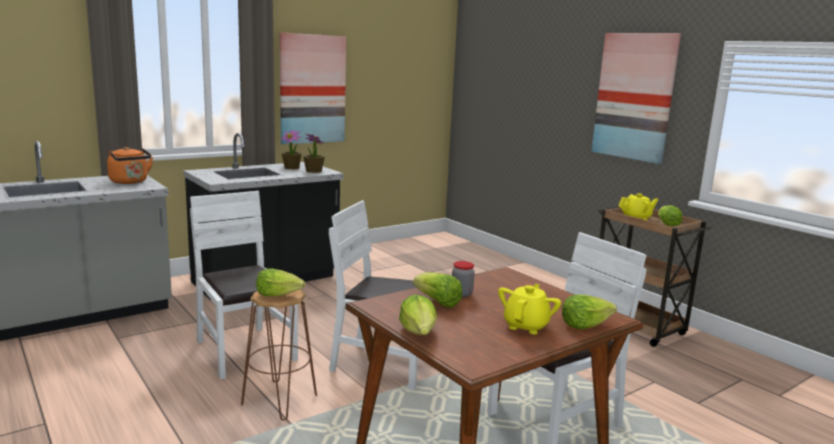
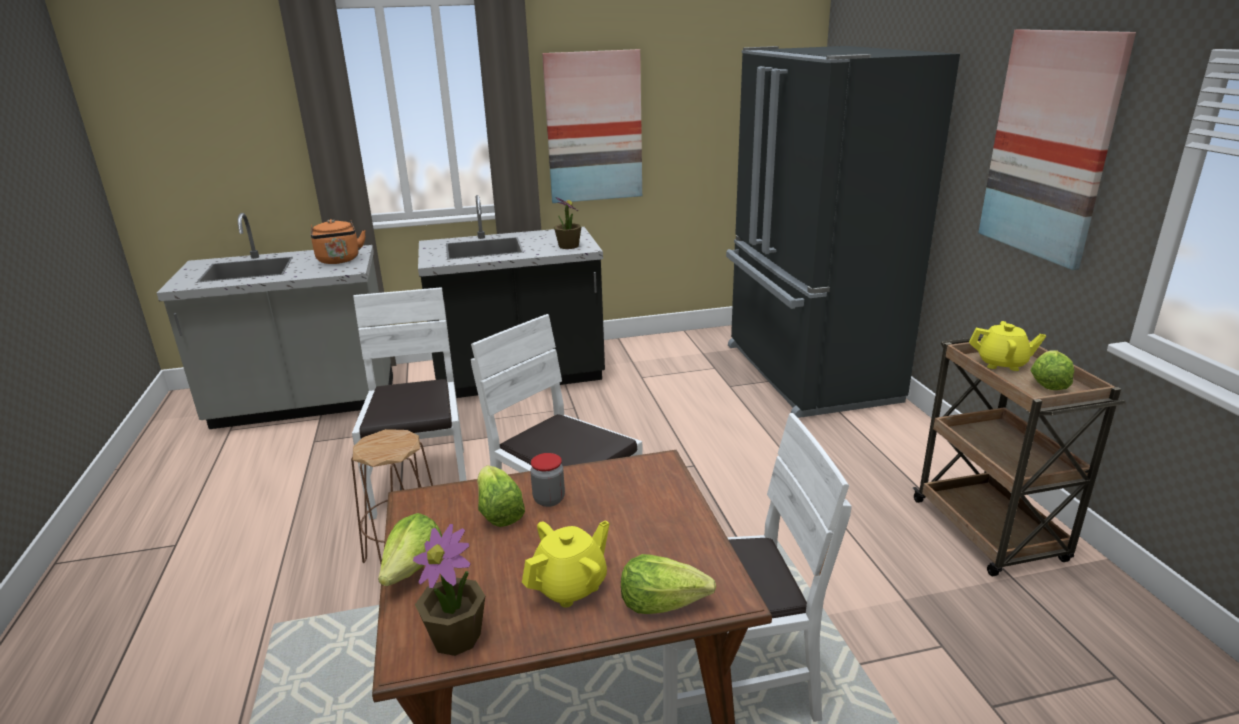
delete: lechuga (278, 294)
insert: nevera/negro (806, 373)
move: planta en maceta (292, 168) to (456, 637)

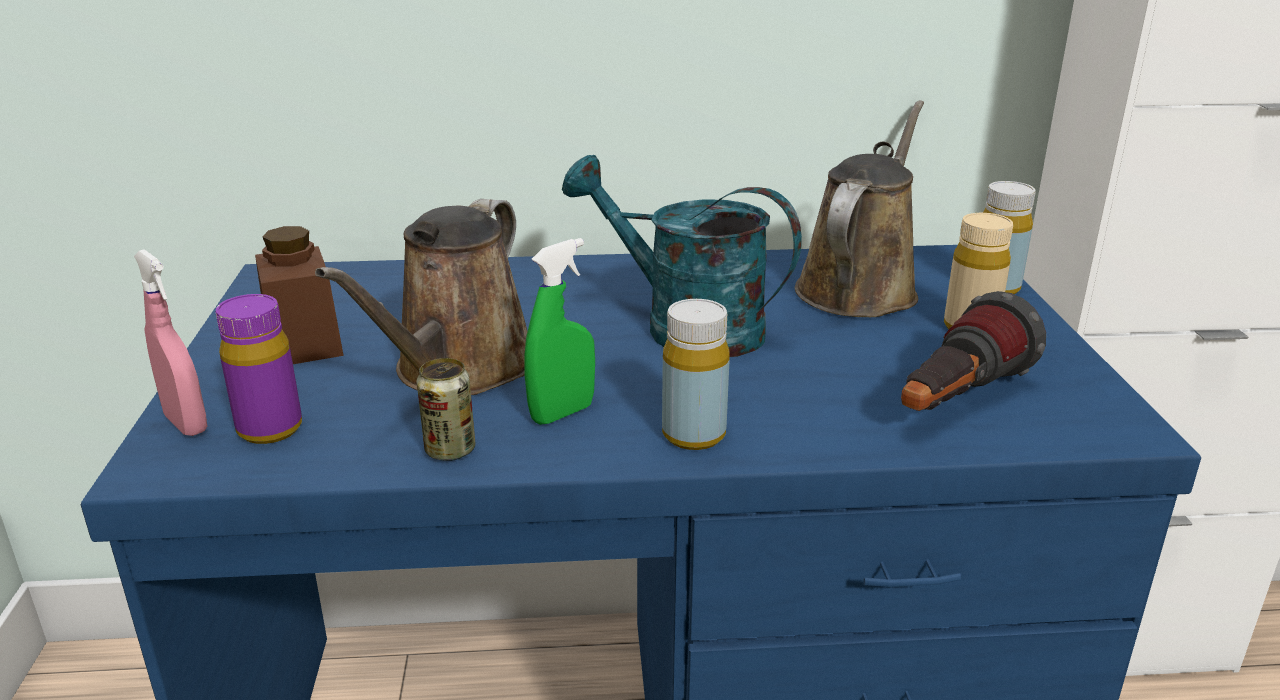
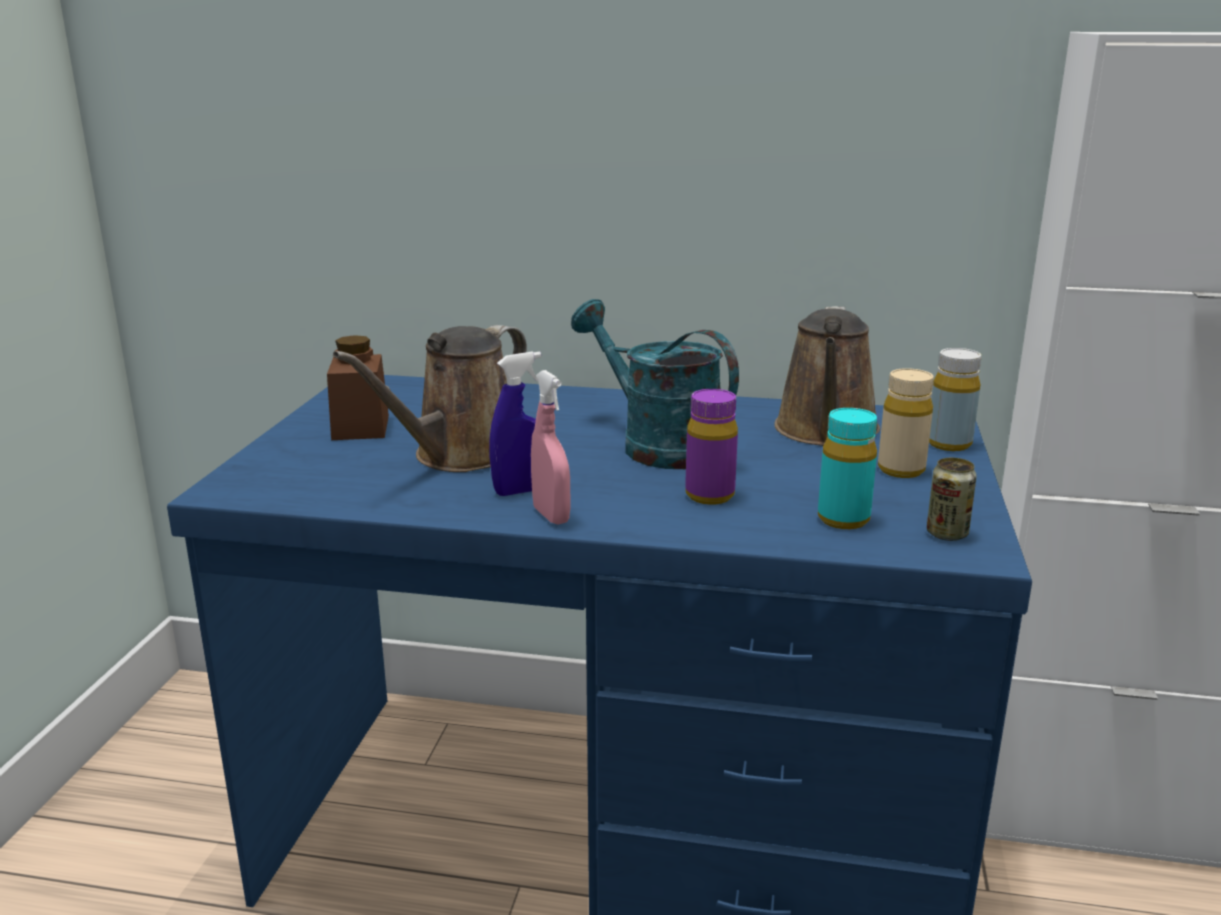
delete: botella/amarillo (693, 435)
move: pulverizador/rosa (186, 424) to (551, 516); botella/morado (270, 429) to (709, 495); lata (450, 450) to (946, 534)
replace: linterna (956, 403) to botella/turquesa (843, 519)
recolor: pulverizador/verde (562, 413) to pulverizador/azul (521, 491)
rotate: regadera/marrón (860, 287) = (826, 432) 150 degrees clockwise

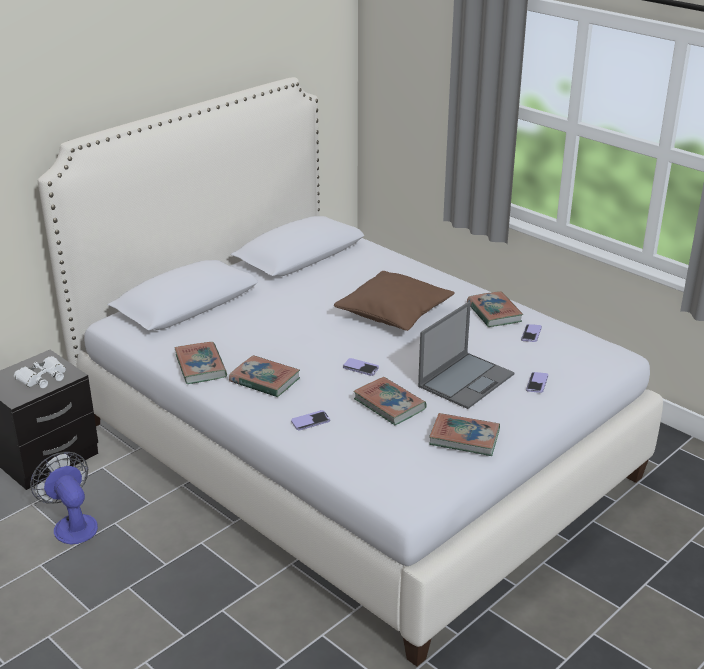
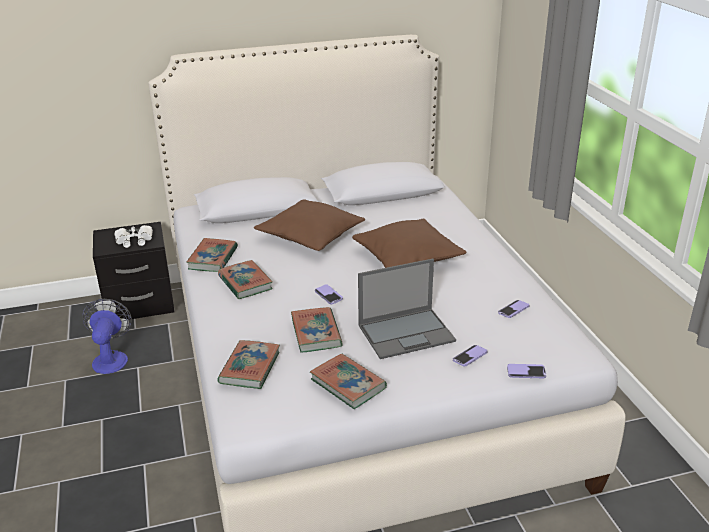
insert: cojín/marrón (310, 236)
move: móvil (310, 421) to (526, 372); libro (494, 313) to (250, 368)

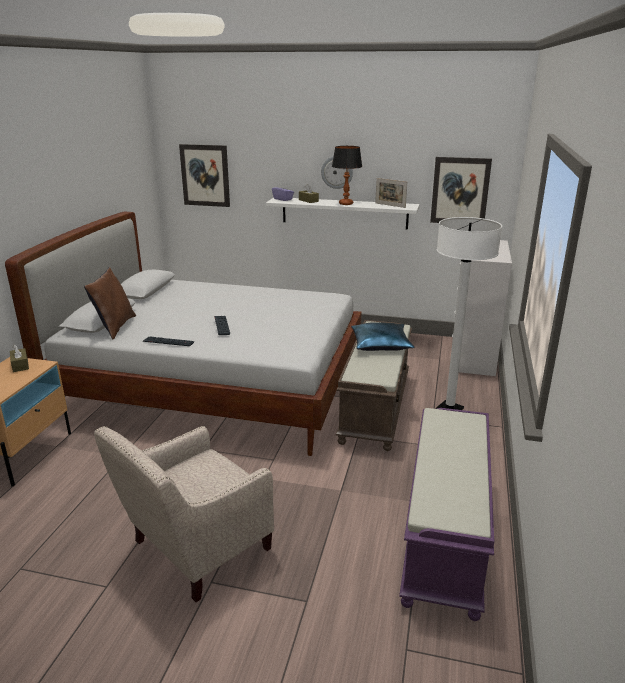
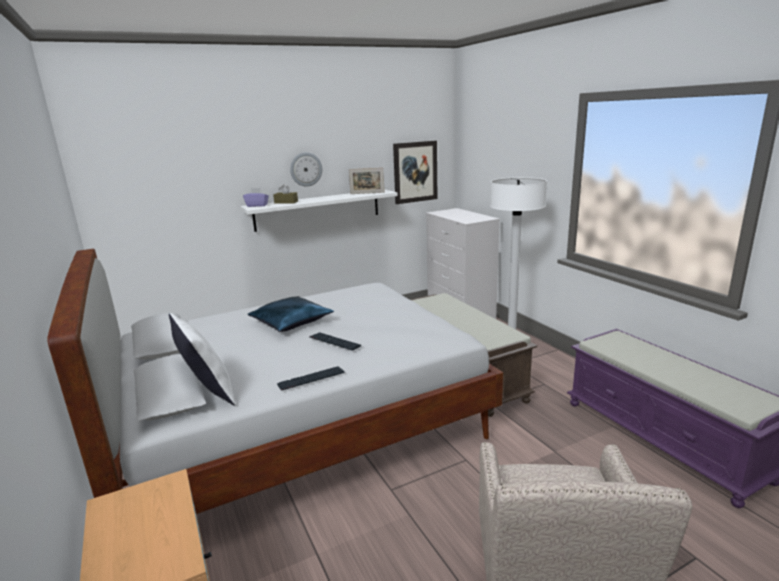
delete: caja de pañuelos/marrón (20, 365); cuadro (205, 175); lámpara de mesa (345, 203)
move: cojín/azul (380, 344) to (290, 321)
recolor: cojín/marrón (115, 327) to cojín/blanco (207, 392)

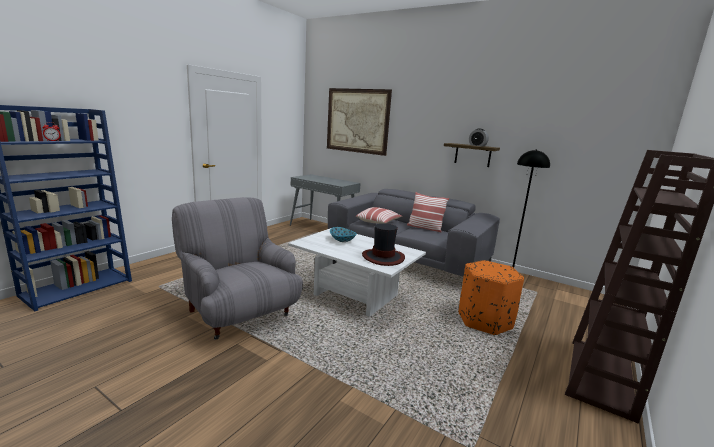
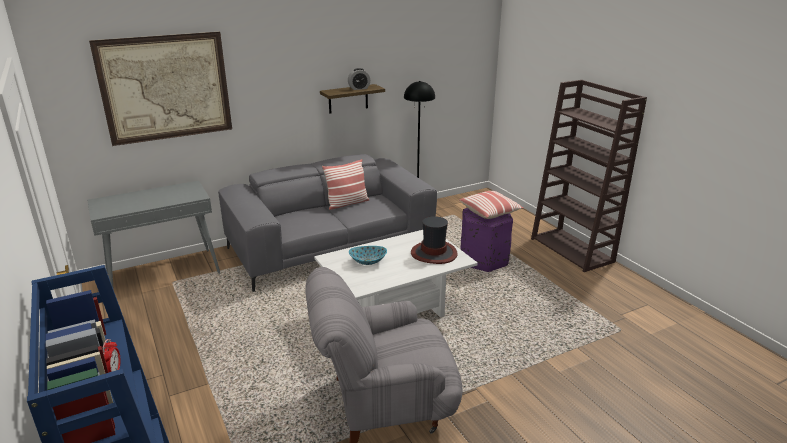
move: cojín (378, 222) to (490, 212)
recolor: puf/naranja (484, 321) to puf/morado (483, 260)

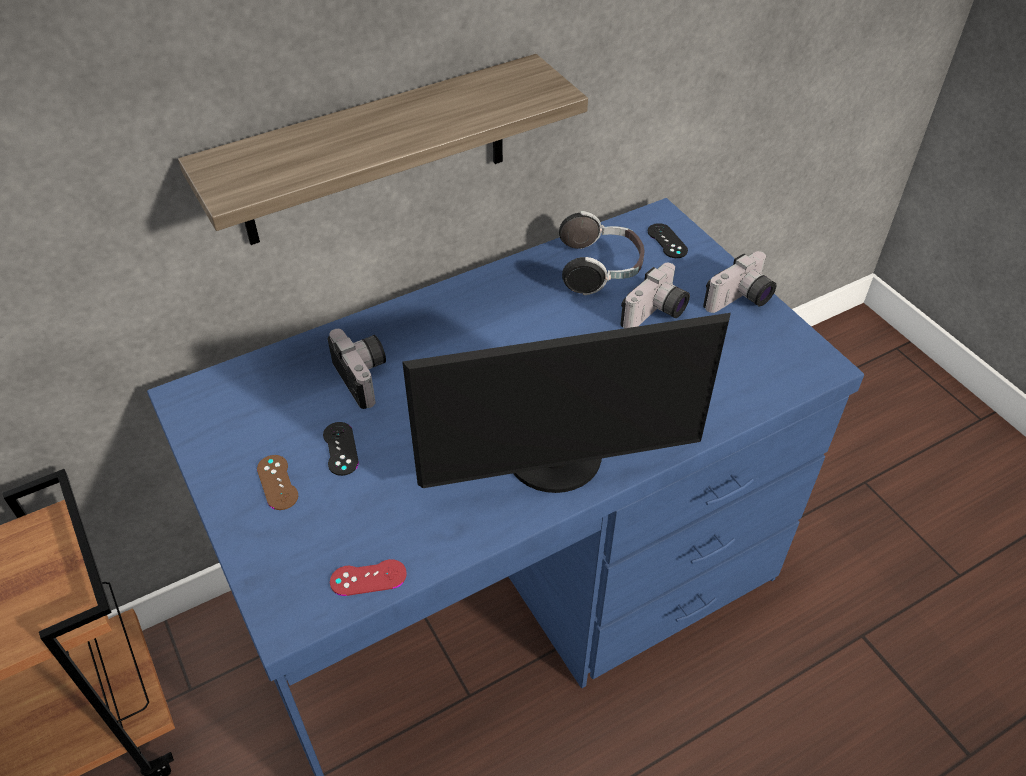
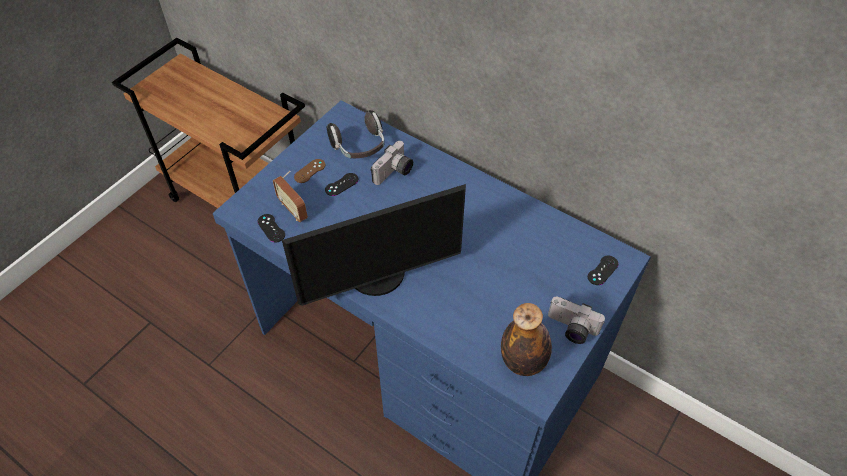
delete: estante (375, 152); cámara (656, 314)
insert: radio (293, 210); botella (523, 361)
move: auriculares (600, 269) to (359, 147)
recolor: mando de consola/rojo (368, 578) to mando de consola/negro (271, 228)
rotate: monitor (557, 462) = (378, 277) 75 degrees counterclockwise

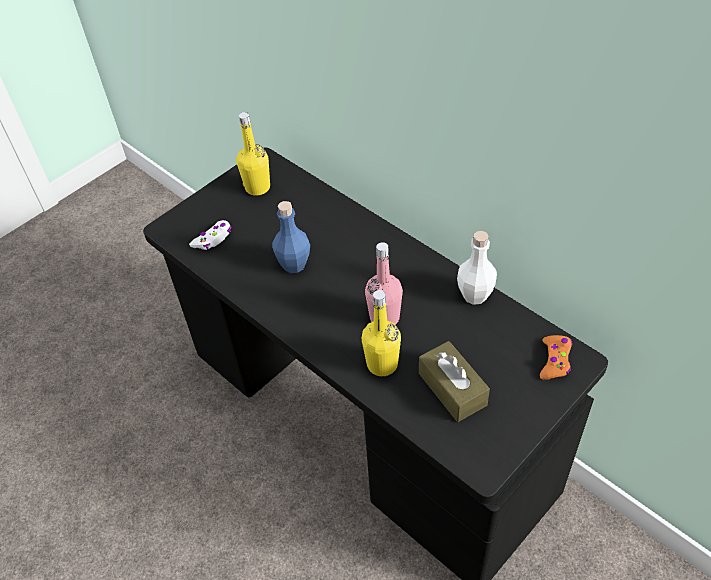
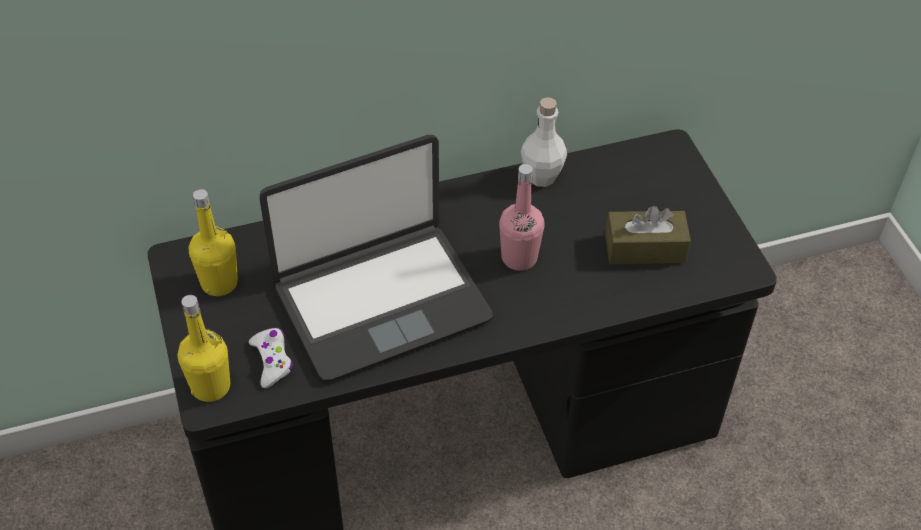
delete: mando de consola/naranja (555, 361)
move: botella/amarillo (382, 364) to (211, 386)
replace: botella/azul (294, 264) to portátil (381, 300)

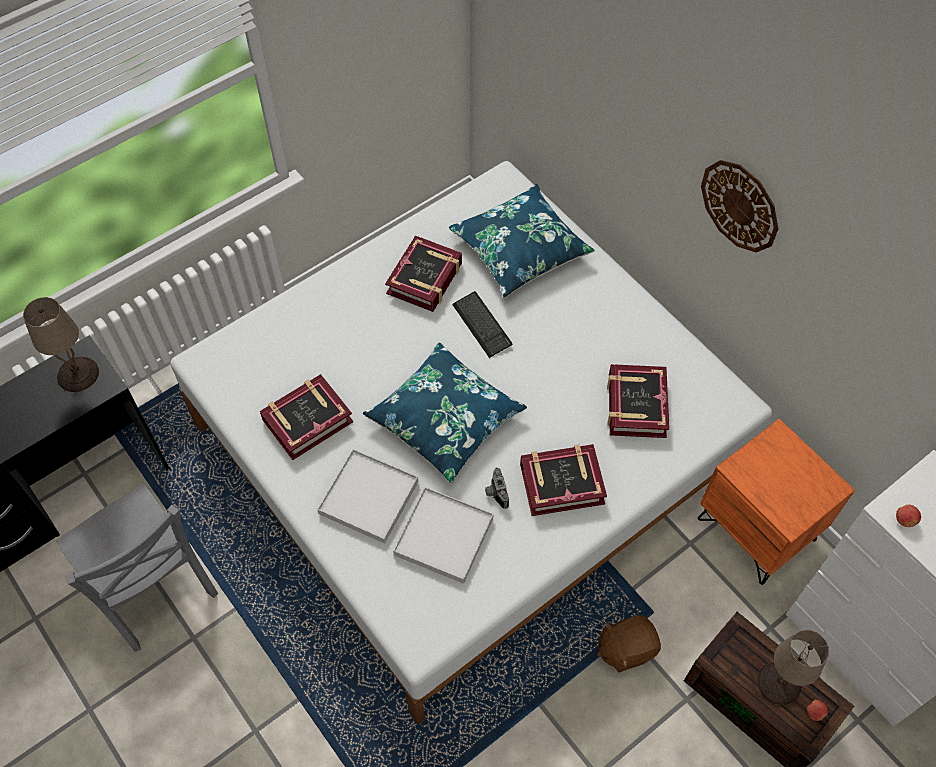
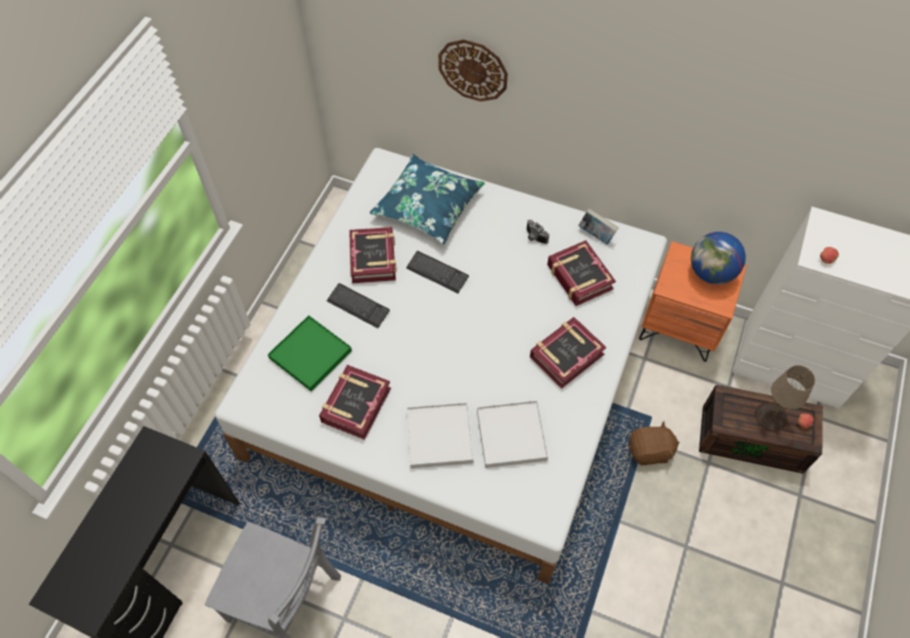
delete: lámpara de mesa/beis (77, 375); cojín/azul (445, 419)
insert: bandeja/verde (310, 354); teclado (358, 306); libro (596, 235); globo terráqueo (711, 273)
move: cámara (495, 493) to (534, 238); reloj de pared (740, 205) to (473, 70)
rotate: peluche/marrón (626, 648) = (650, 451) 135 degrees counterclockwise

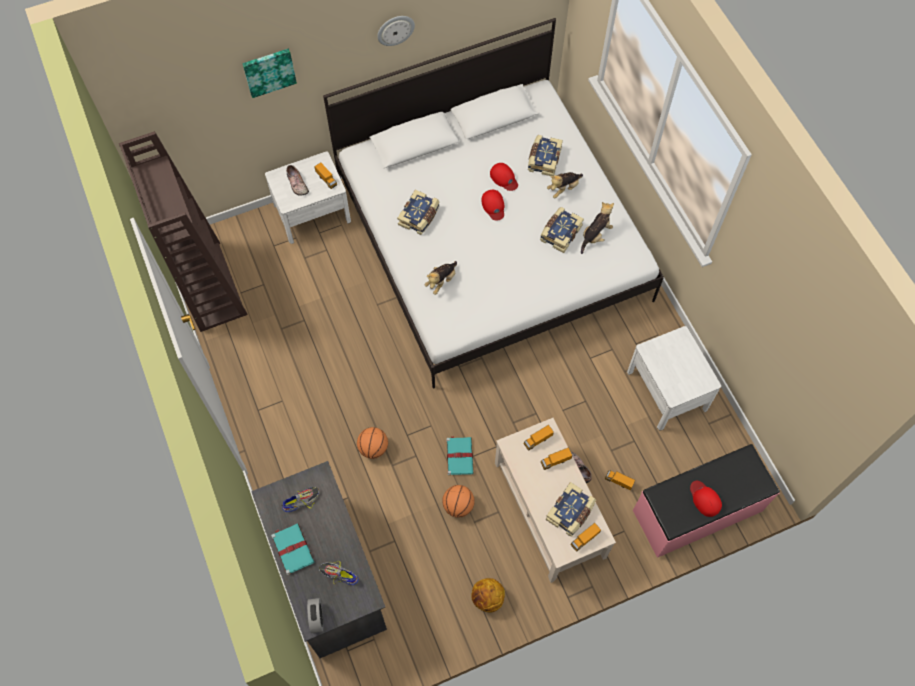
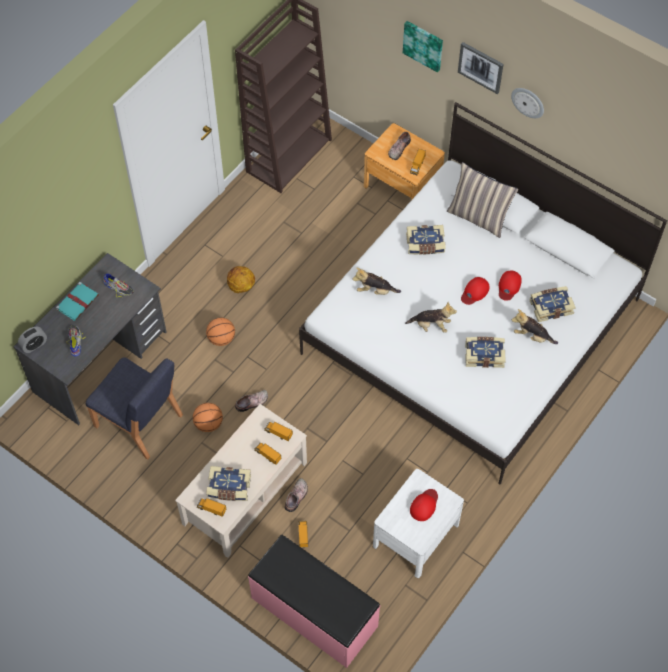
insert: silla/azul (139, 422); cojín (479, 217); cuadro (481, 67)
move: balón de baloncesto (487, 599) to (241, 287); peluche (595, 235) to (431, 325); gorra/rojo (704, 499) to (424, 505)
replace: libro/turquesa (459, 456) to zapato (252, 403)
recolor: mesita de noche/blanco (312, 213) to mesita de noche/marrón (402, 186)

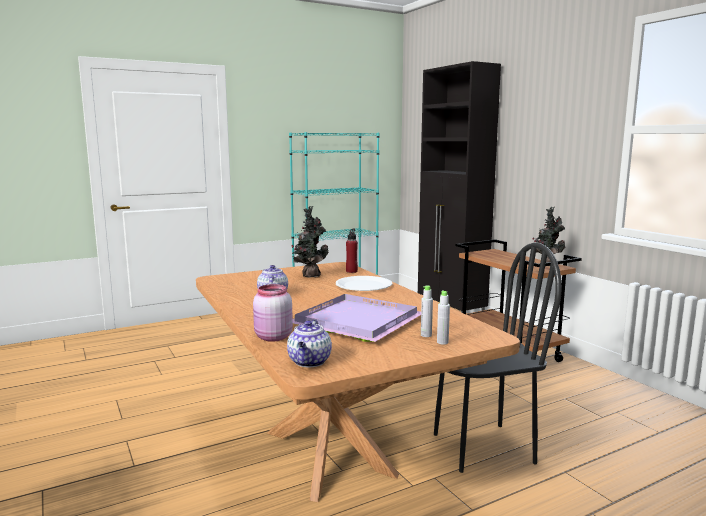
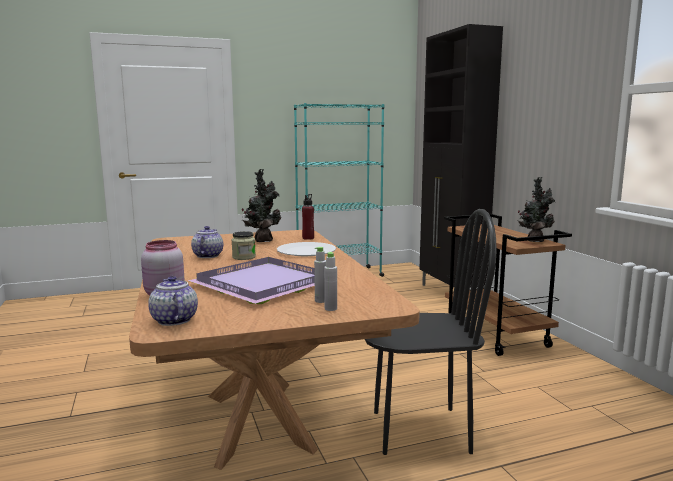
insert: tarro (244, 257)
rotate: tetera (310, 362) = (173, 320) 135 degrees clockwise

